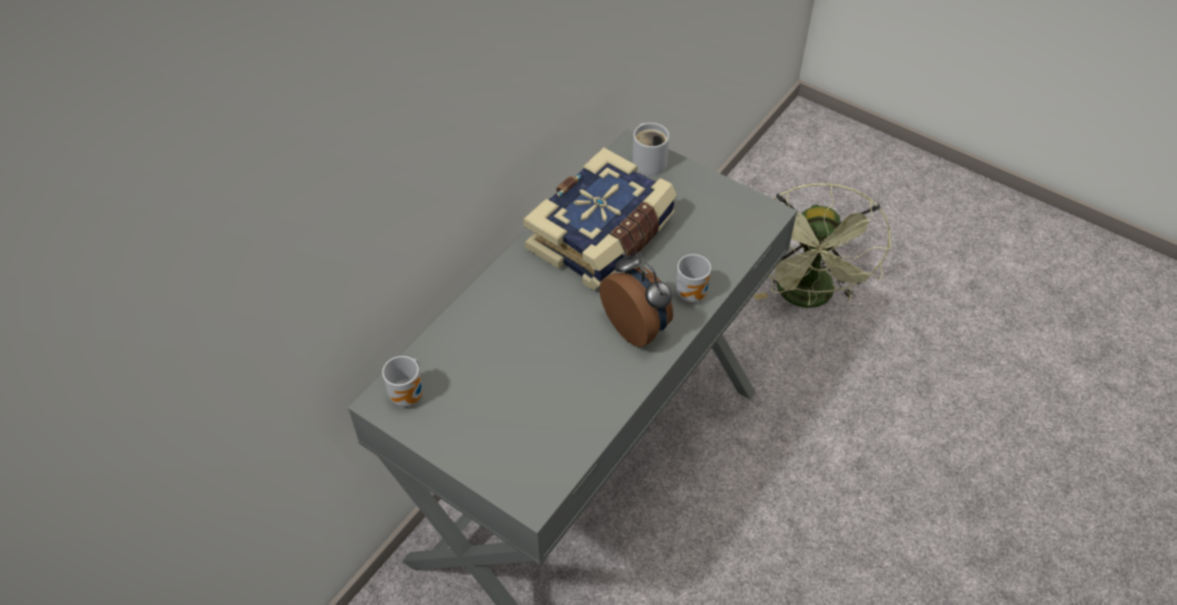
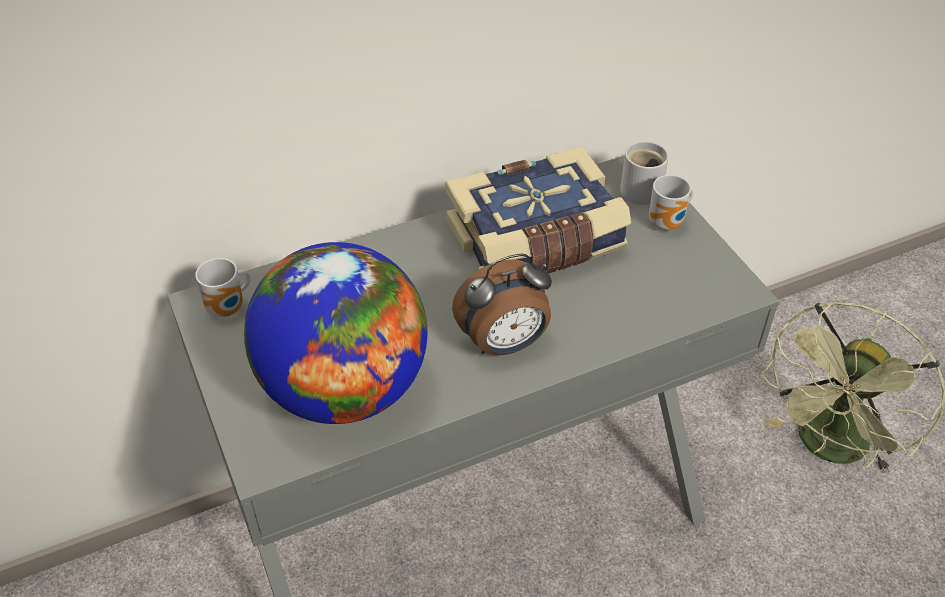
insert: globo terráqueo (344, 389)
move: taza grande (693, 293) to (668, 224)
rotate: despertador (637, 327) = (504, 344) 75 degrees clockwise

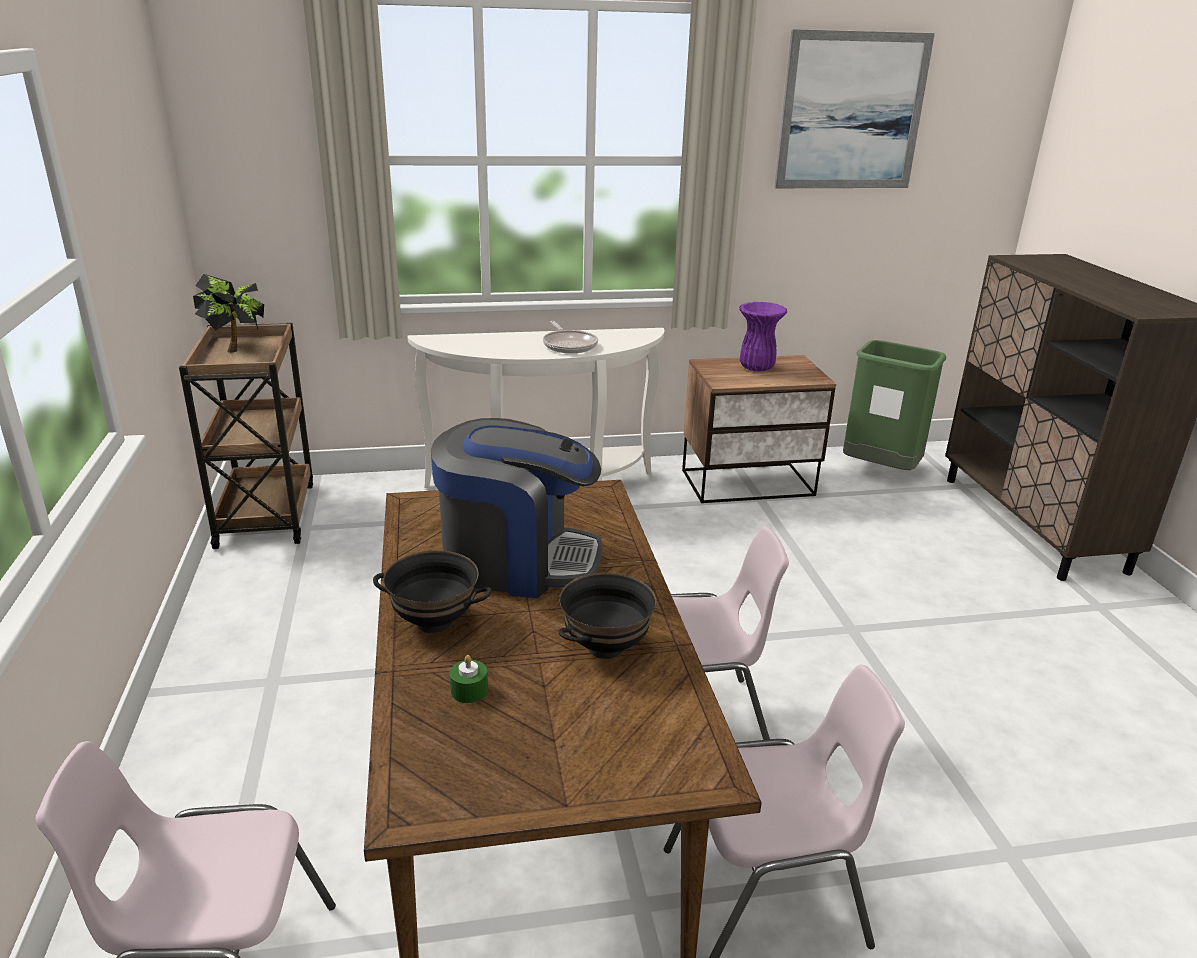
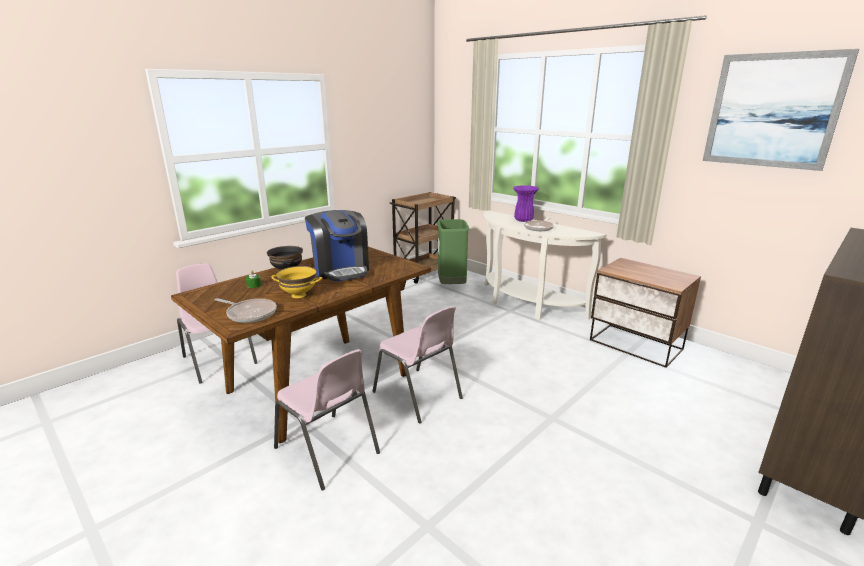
delete: planta en maceta (236, 347)
insert: sartén (250, 314)
move: florero/morado (757, 368) to (523, 220); papelera/verde (880, 471) to (451, 286)
recolor: cuenco/negro (605, 647) to cuenco/amarillo (299, 295)

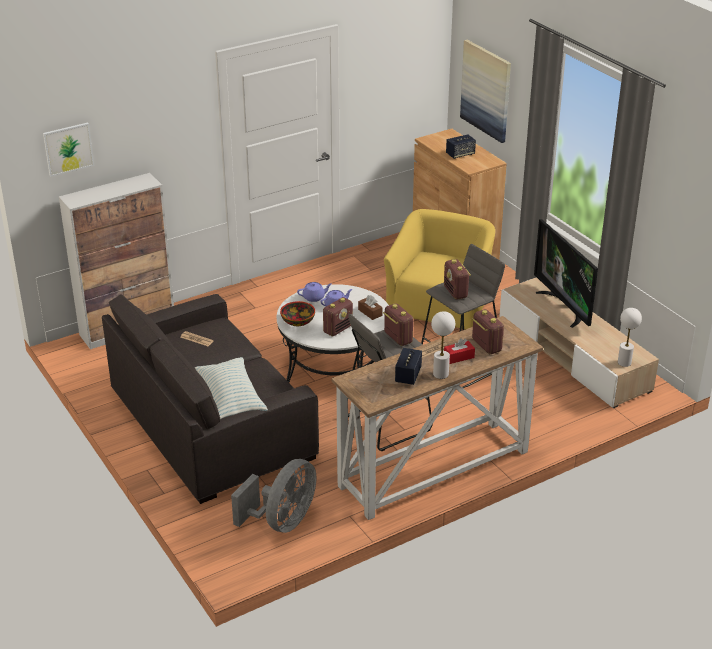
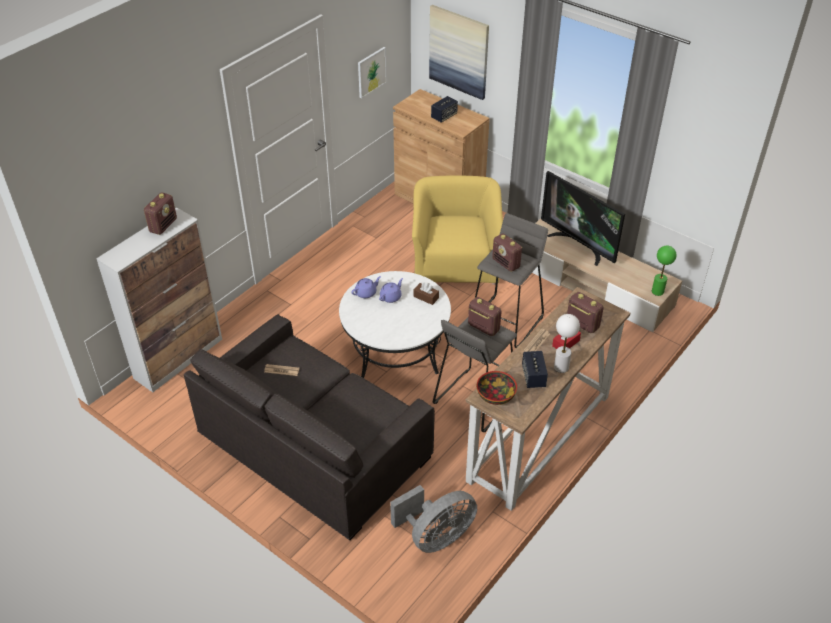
delete: cojín (231, 399)
move: cuadro (68, 149) to (371, 72); cuenco (297, 321) to (495, 395); radio (338, 329) to (163, 225)
recolor: lámpara de mesa/blanco (624, 363) to lámpara de mesa/verde (657, 291)
rotate: ventilador/gris (282, 521) = (436, 536) 45 degrees clockwise

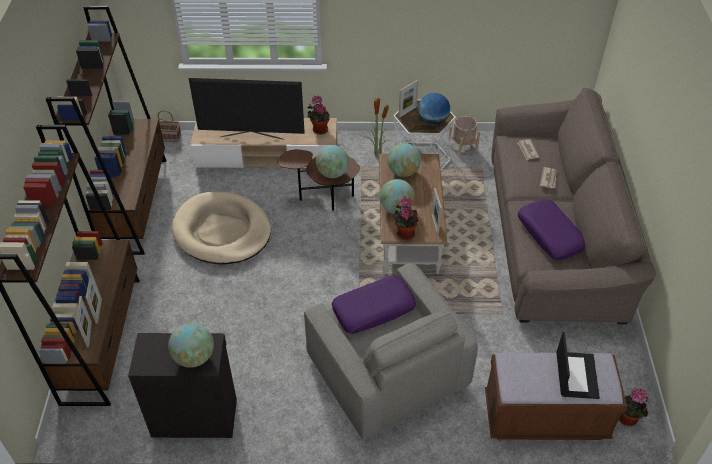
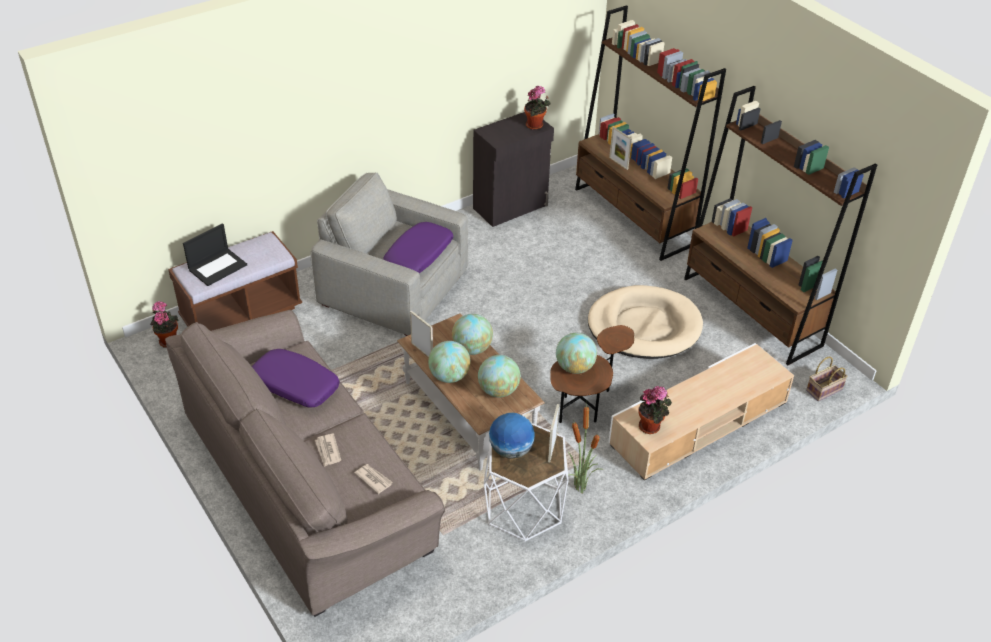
delete: portarretratos (89, 334); televisor (252, 137); maceta/beis (462, 147)
move: globo terráqueo (194, 357) to (449, 376); planta en maceta (404, 232) to (536, 125)
rotate: portátil (576, 374) = (218, 267) 105 degrees counterclockwise

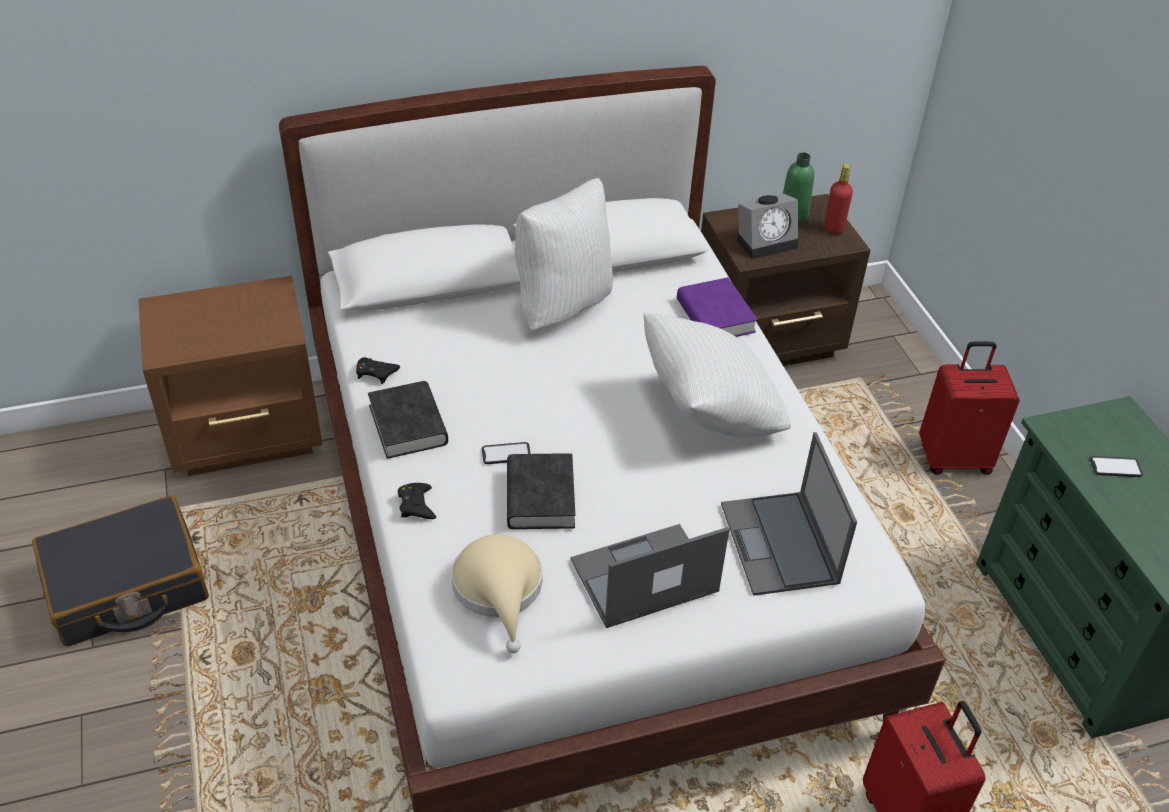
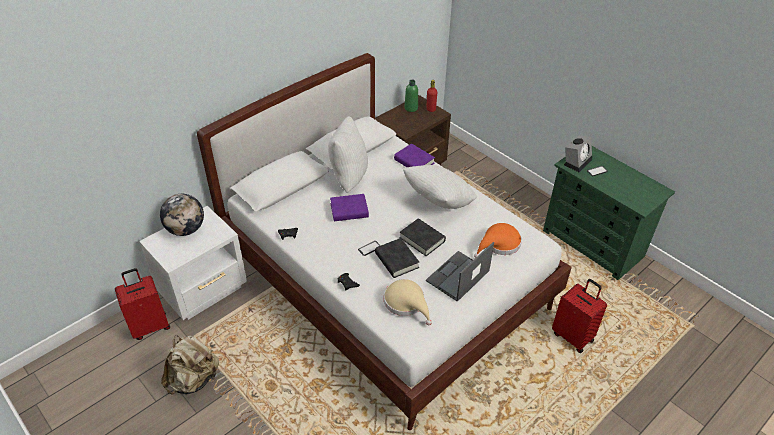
insert: globo terráqueo (186, 229); libro/morado (349, 210)
move: libro/negro (408, 425) to (422, 239); despertador (767, 242) to (577, 161); maleta/rojo (953, 458) to (150, 326)
replace: maleta/negro (127, 586) to mochila/beis (194, 379); portátil (780, 544) to sombrero/naranja (499, 244)
recolor: mesita de noche/marrón (249, 435) to mesita de noche/blanco (204, 290)

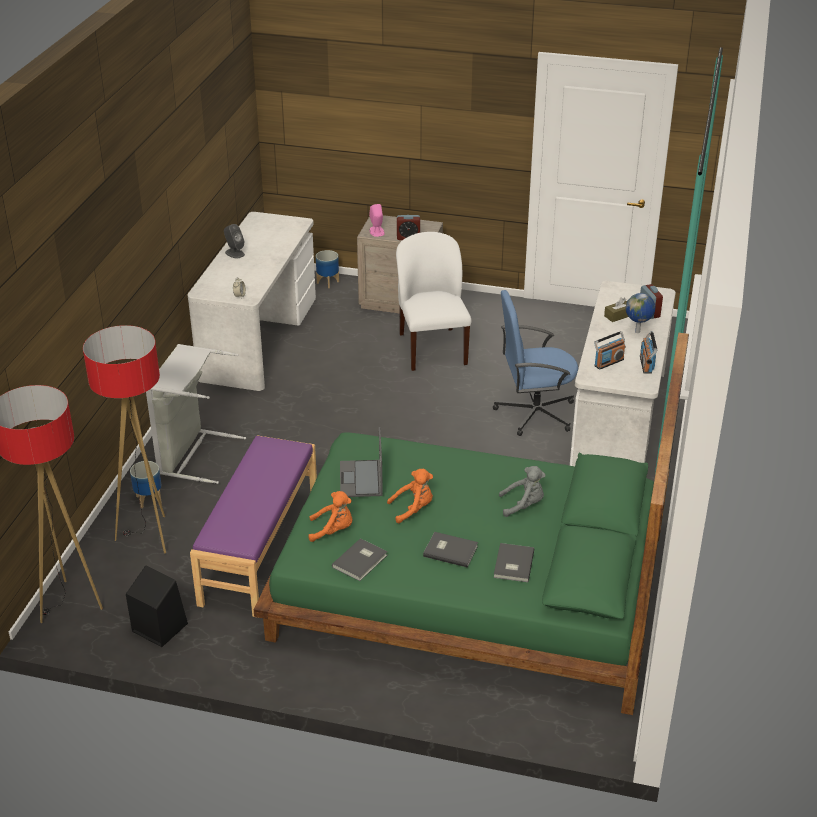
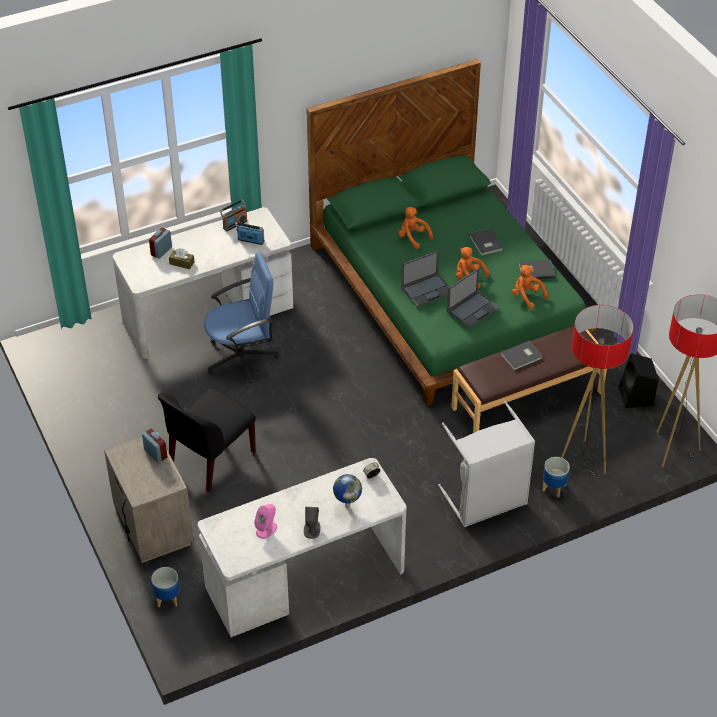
insert: portátil (427, 290)
move: altavoz/rosa (376, 231) to (266, 529); libro/gris (512, 564) to (522, 357); globo terráqueo (638, 332) to (347, 506)
recolor: banco/morado (261, 548) to banco/marrón (527, 399); silla/blanco (432, 348) to silla/negro (210, 460); peluche/gris (523, 505) to peluche/naranja (413, 237)
rotate: silla de oficina/azul (534, 413) = (242, 357) 60 degrees counterclockwise

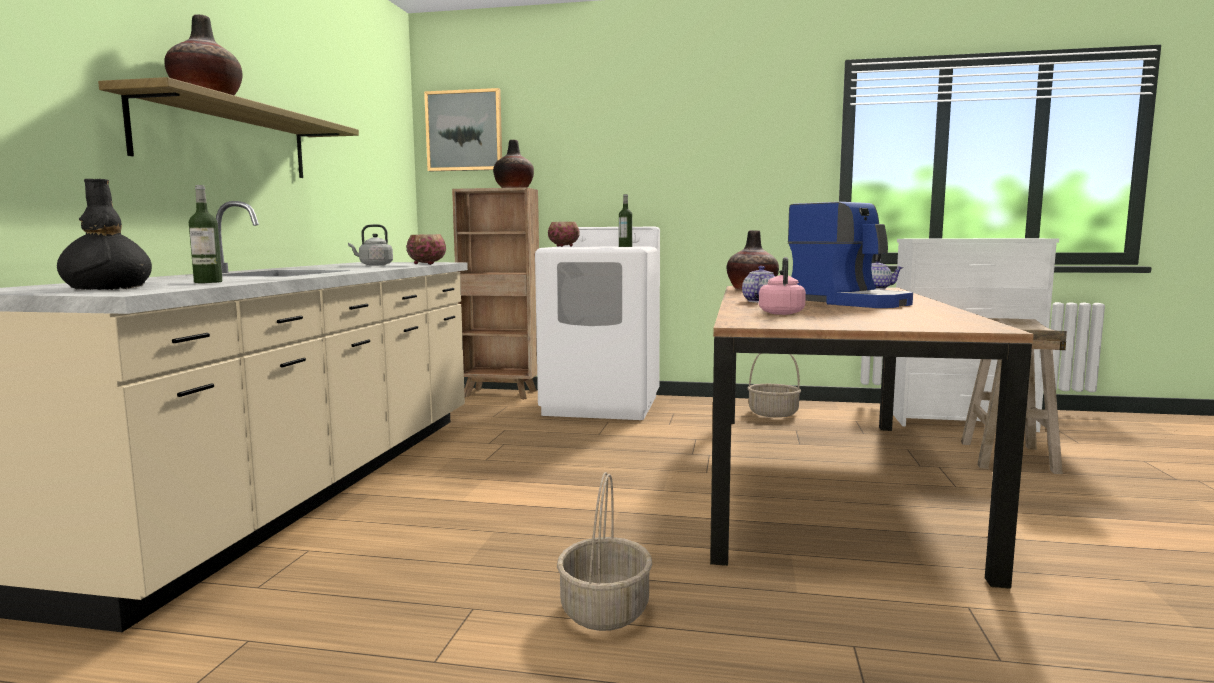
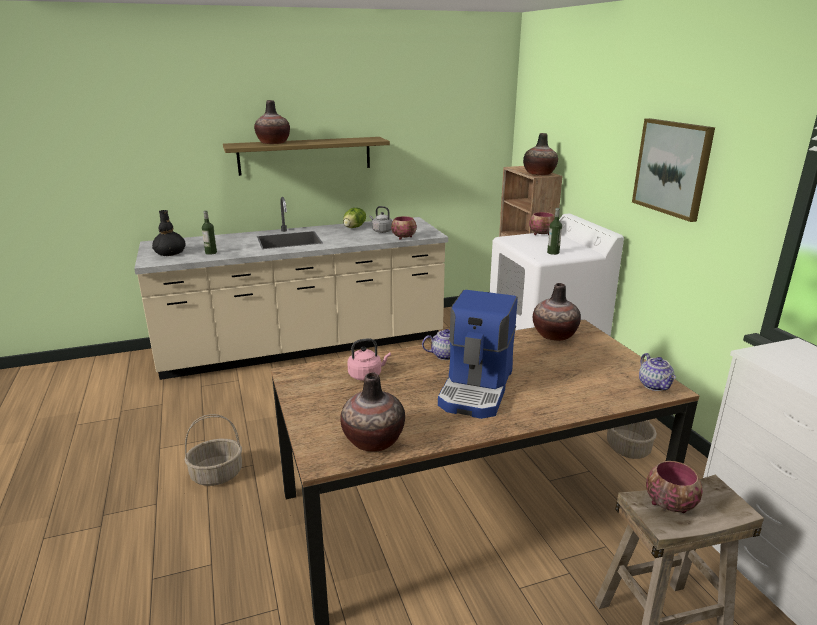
insert: florero (373, 440); lechuga (354, 227); cuenco (669, 503)
move: cuadro (464, 131) to (672, 168)

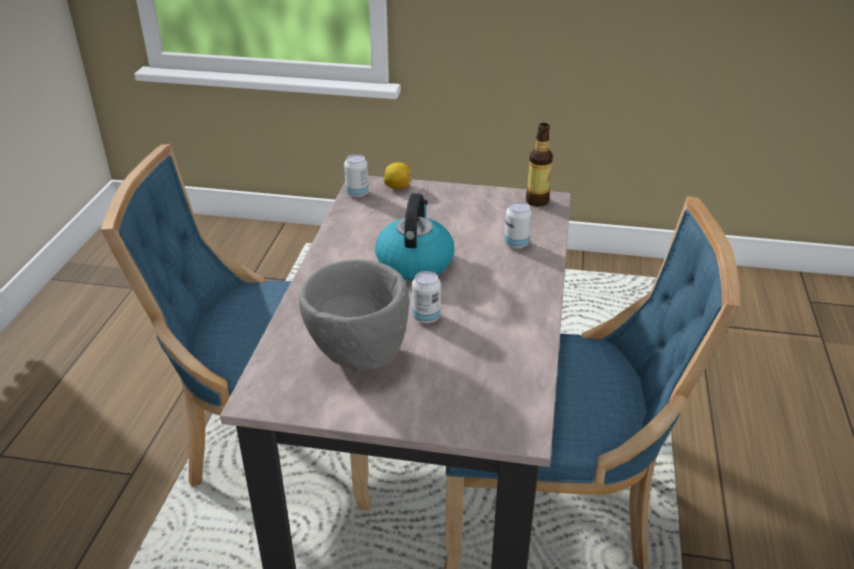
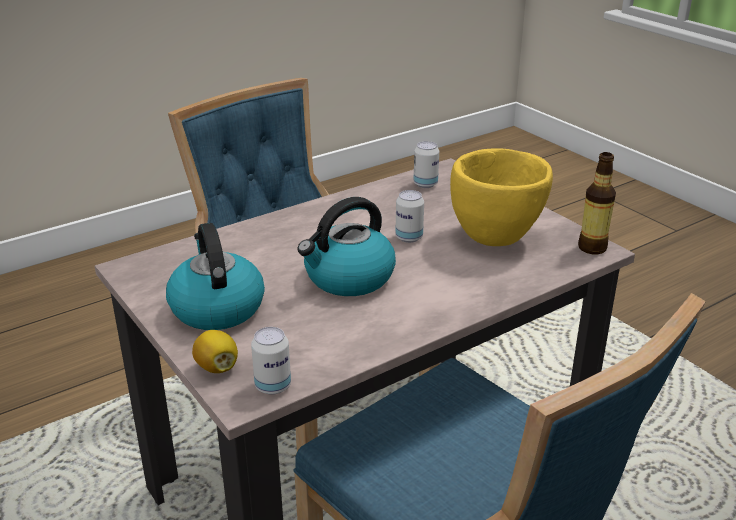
insert: hervidor (216, 307)
move: lata (516, 244) to (425, 184); botella (537, 201) to (592, 248)
recolor: cuenco/gris (358, 357) to cuenco/amarillo (495, 239)

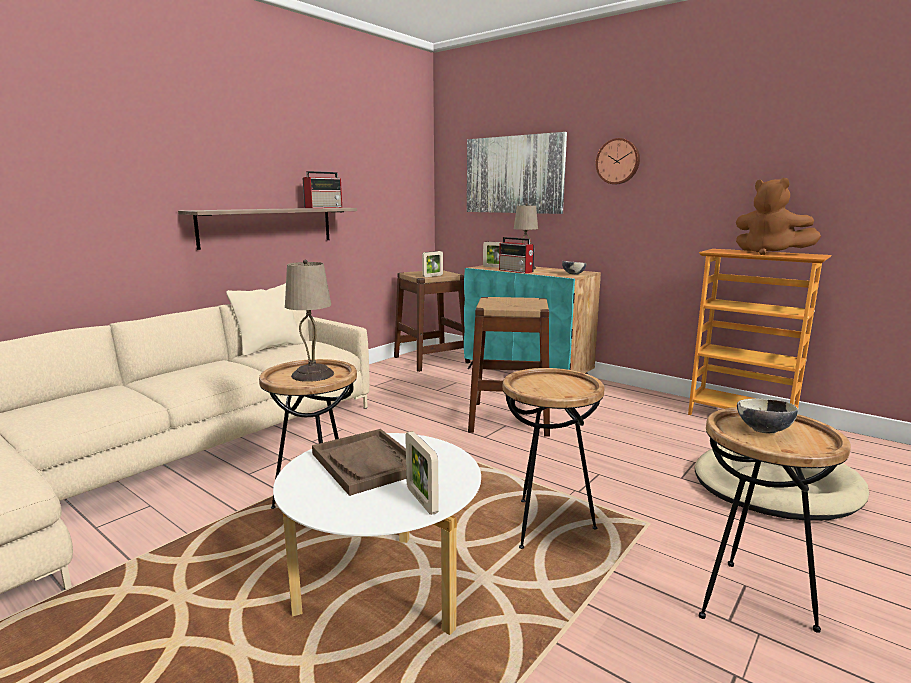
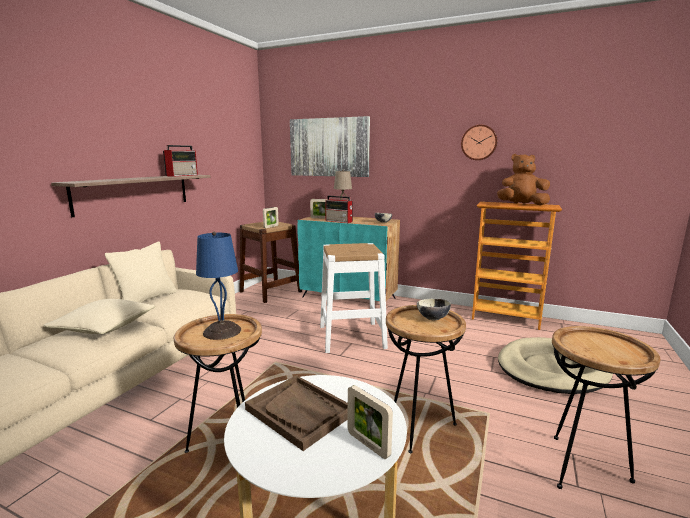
insert: cojín/beis (105, 327)
move: reloj de pared (618, 161) to (479, 142); cuenco (763, 430) to (432, 318)
recolor: lámpara de mesa/beis (312, 375) to lámpara de mesa/azul (221, 331); taburete/marrón (509, 418) to taburete/blanco (352, 336)
rotate: peluche/marrón (769, 253) = (521, 205) 150 degrees clockwise

